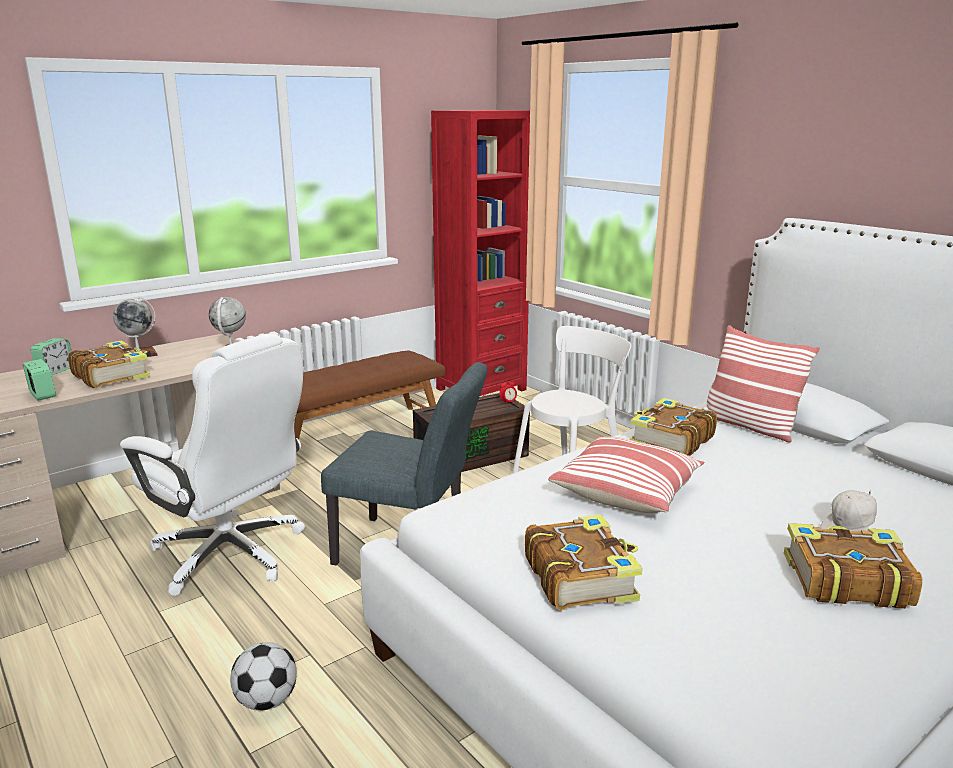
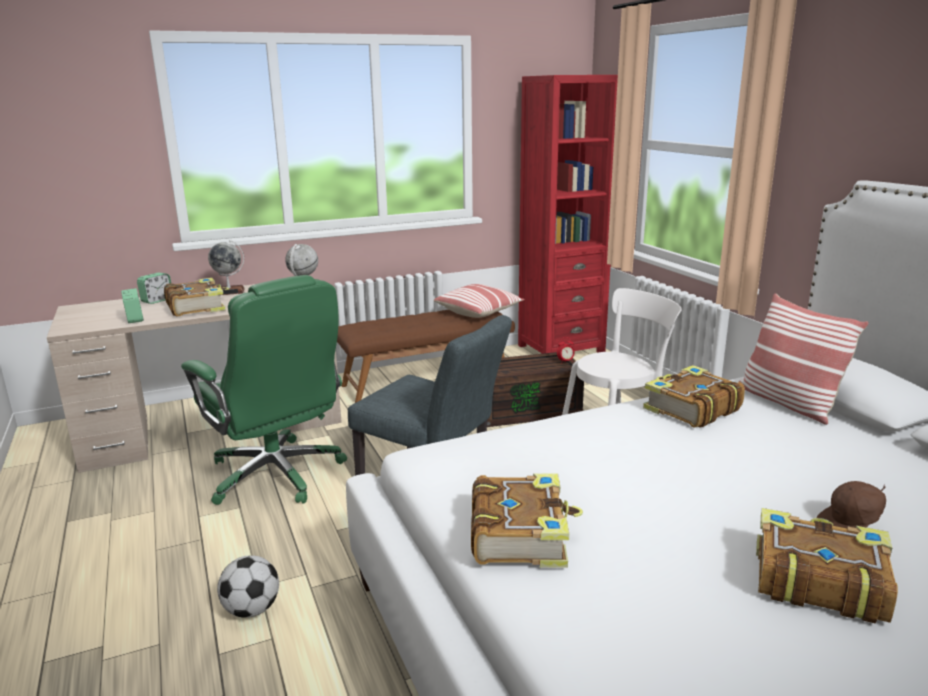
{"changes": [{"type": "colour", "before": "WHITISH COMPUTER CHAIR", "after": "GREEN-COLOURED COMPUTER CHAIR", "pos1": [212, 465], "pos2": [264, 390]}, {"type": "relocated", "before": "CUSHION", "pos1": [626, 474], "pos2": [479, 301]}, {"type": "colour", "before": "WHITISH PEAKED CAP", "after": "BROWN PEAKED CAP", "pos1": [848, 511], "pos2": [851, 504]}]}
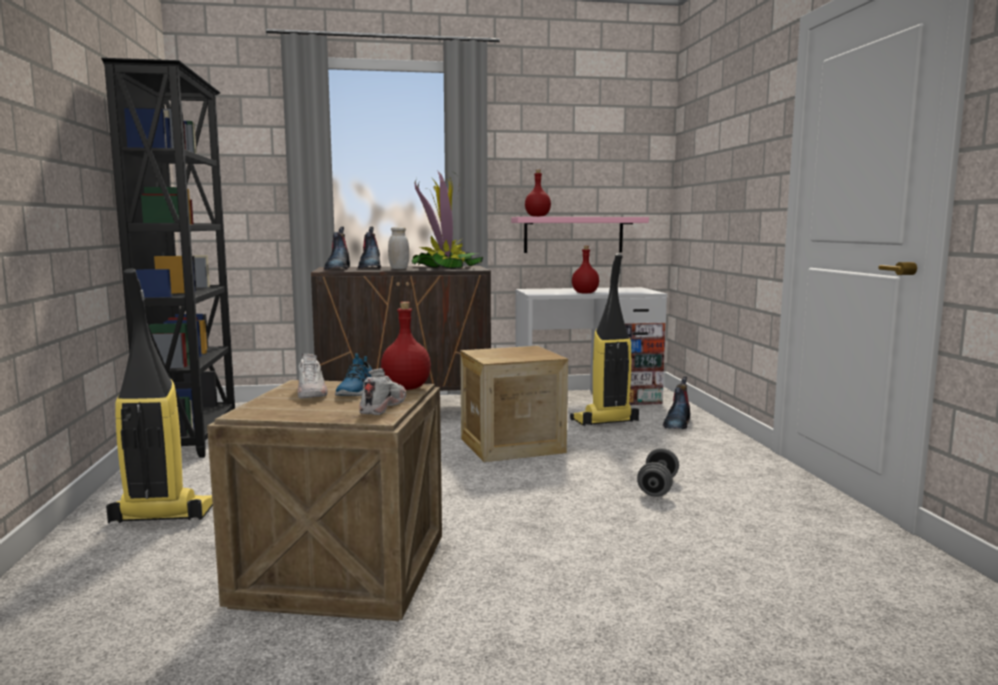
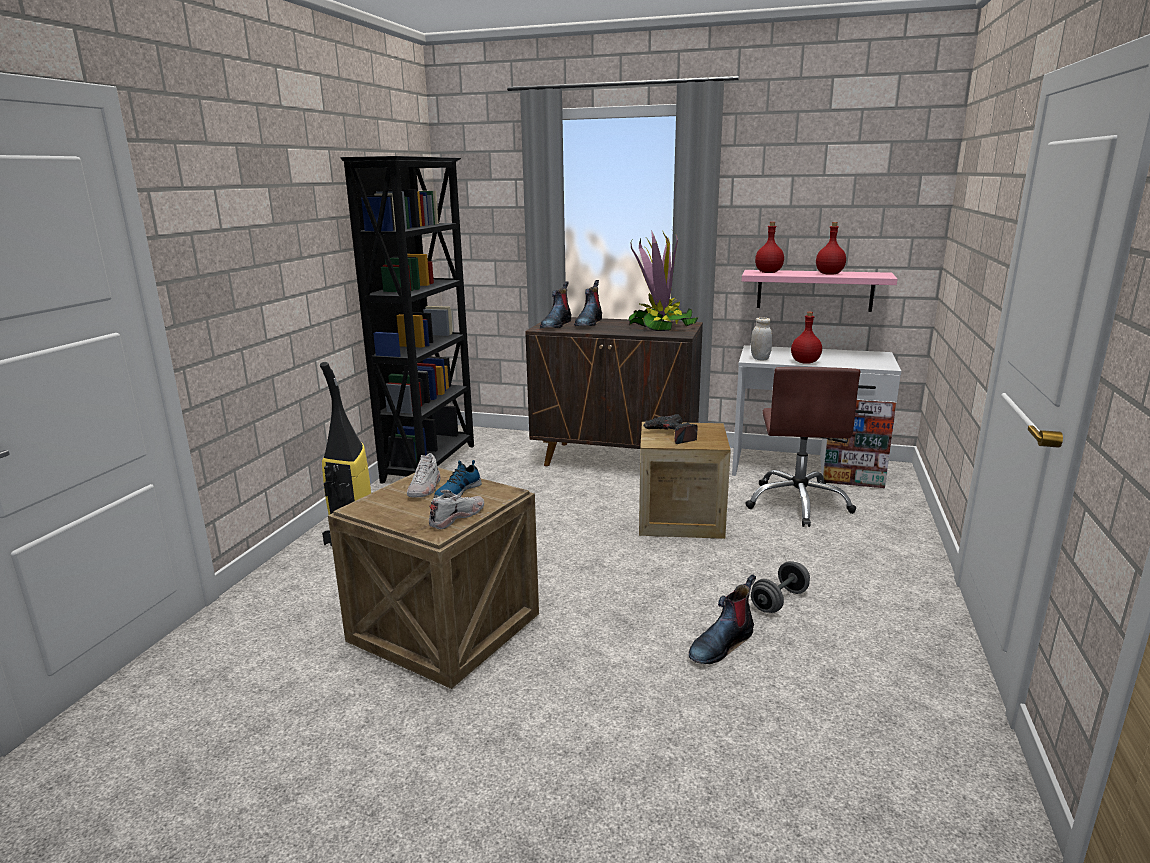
{"changes": [{"type": "relocated", "before": "WHITISH PRESERVE JAR", "pos1": [398, 248], "pos2": [761, 338]}, {"type": "exchanged", "before": "HOOVER", "after": "BROWN COMPUTER CHAIR", "pos1": [604, 339], "pos2": [802, 447]}, {"type": "relocated", "before": "REDDISH BEVERAGE BOTTLE", "pos1": [406, 346], "pos2": [831, 248]}, {"type": "relocated", "before": "BOOT", "pos1": [676, 403], "pos2": [722, 619]}, {"type": "appeared", "after": "POWER DRILL", "pos2": [670, 429]}]}
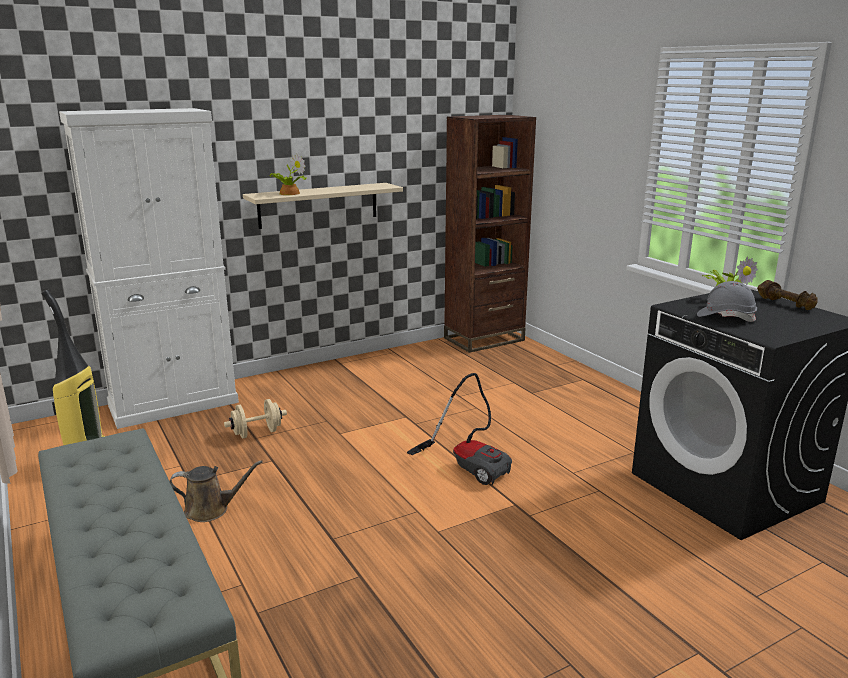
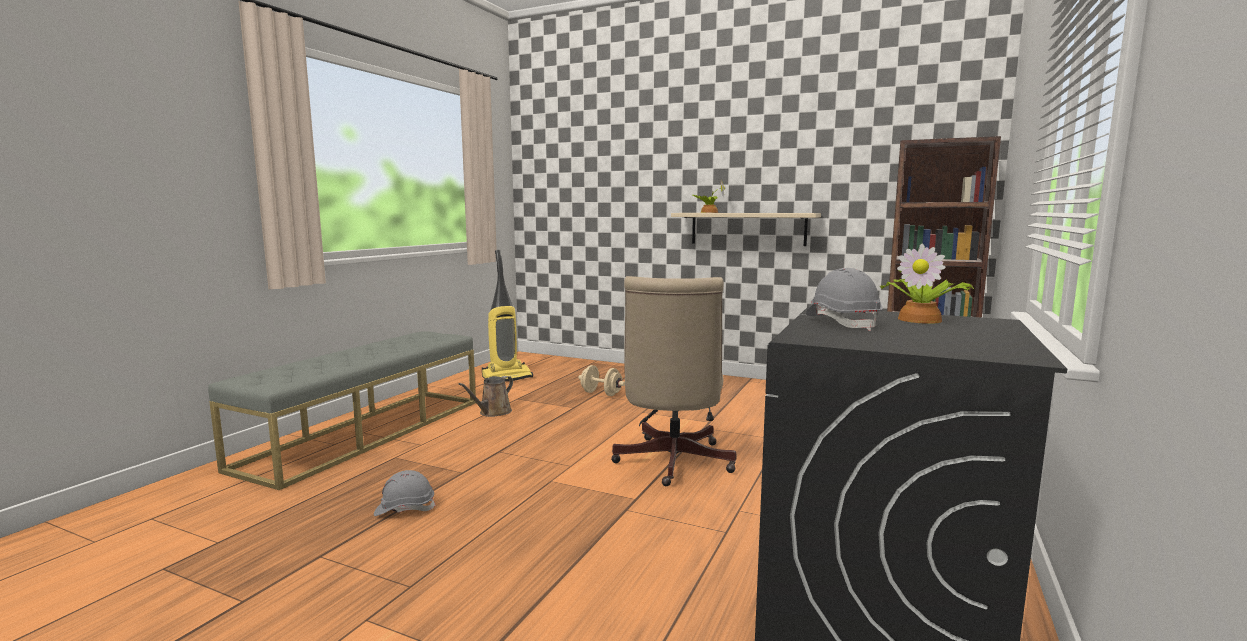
{"changes": [{"type": "missing", "before": "WHITISH CUPBOARD", "pos1": [149, 268]}, {"type": "missing", "before": "BROWN HAND WEIGHT", "pos1": [787, 295]}, {"type": "exchanged", "before": "HOOVER", "after": "BEIGE COMPUTER CHAIR", "pos1": [459, 429], "pos2": [673, 381]}, {"type": "spun", "before": "BROWN WATERING POT", "pos1": [216, 491], "pos2": [486, 396], "turn": 75}, {"type": "appeared", "after": "GREY HARD HAT", "pos2": [405, 493]}]}
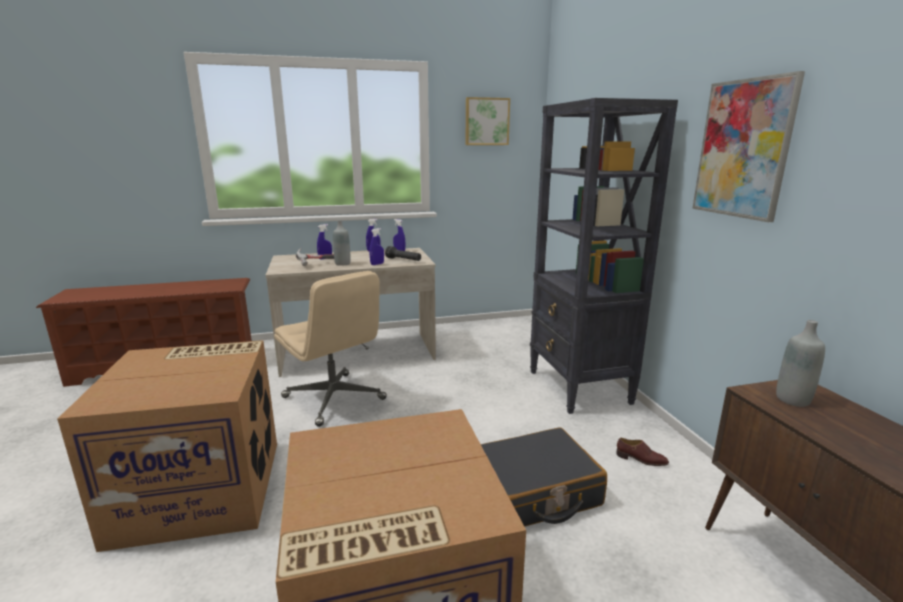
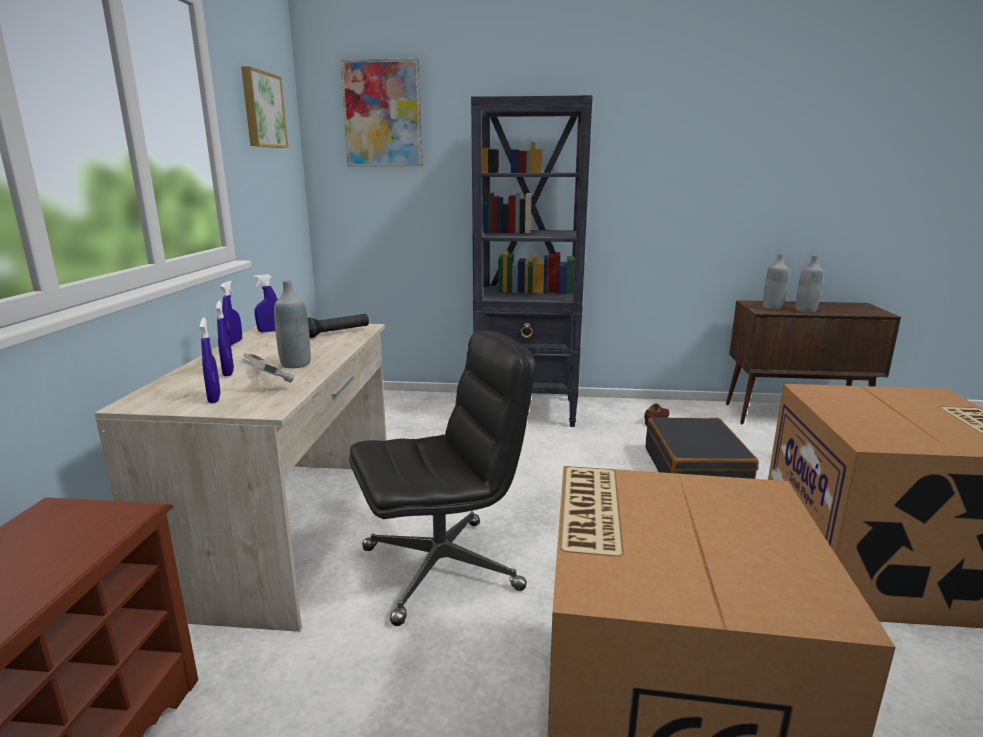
{"changes": [{"type": "relocated", "before": "PICTURE", "pos1": [748, 146], "pos2": [381, 112]}, {"type": "relocated", "before": "BLUE SPRAYER", "pos1": [376, 246], "pos2": [210, 360]}, {"type": "colour", "before": "BEIGE COMPUTER CHAIR", "after": "BLACK COMPUTER CHAIR", "pos1": [330, 349], "pos2": [442, 478]}, {"type": "appeared", "after": "GREY BEVERAGE BOTTLE", "pos2": [809, 284]}]}
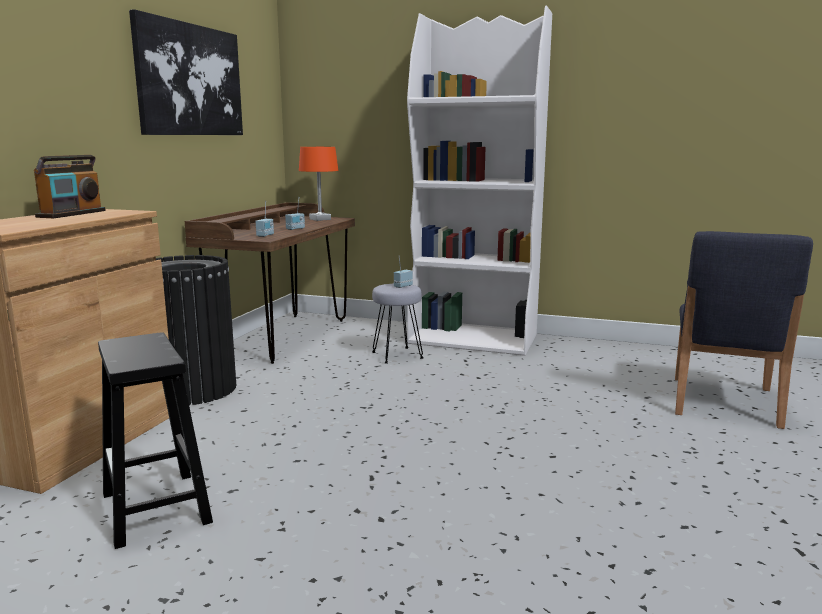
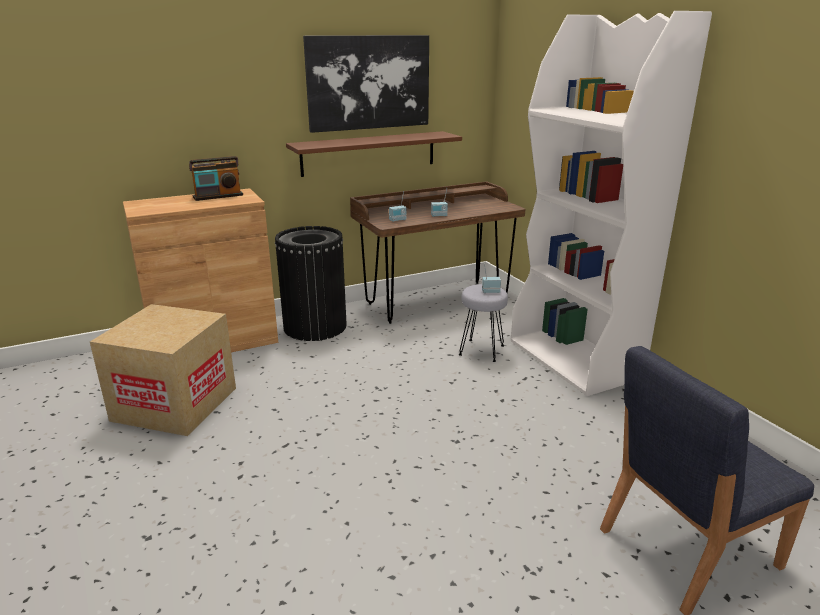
{"changes": [{"type": "missing", "before": "ORANGE LAMP FOR A TABLE", "pos1": [318, 184]}, {"type": "exchanged", "before": "BLACK SITTING STOOL", "after": "PACKING BOX", "pos1": [155, 440], "pos2": [163, 370]}, {"type": "appeared", "after": "BROWN BRACKET SHELF", "pos2": [374, 154]}]}
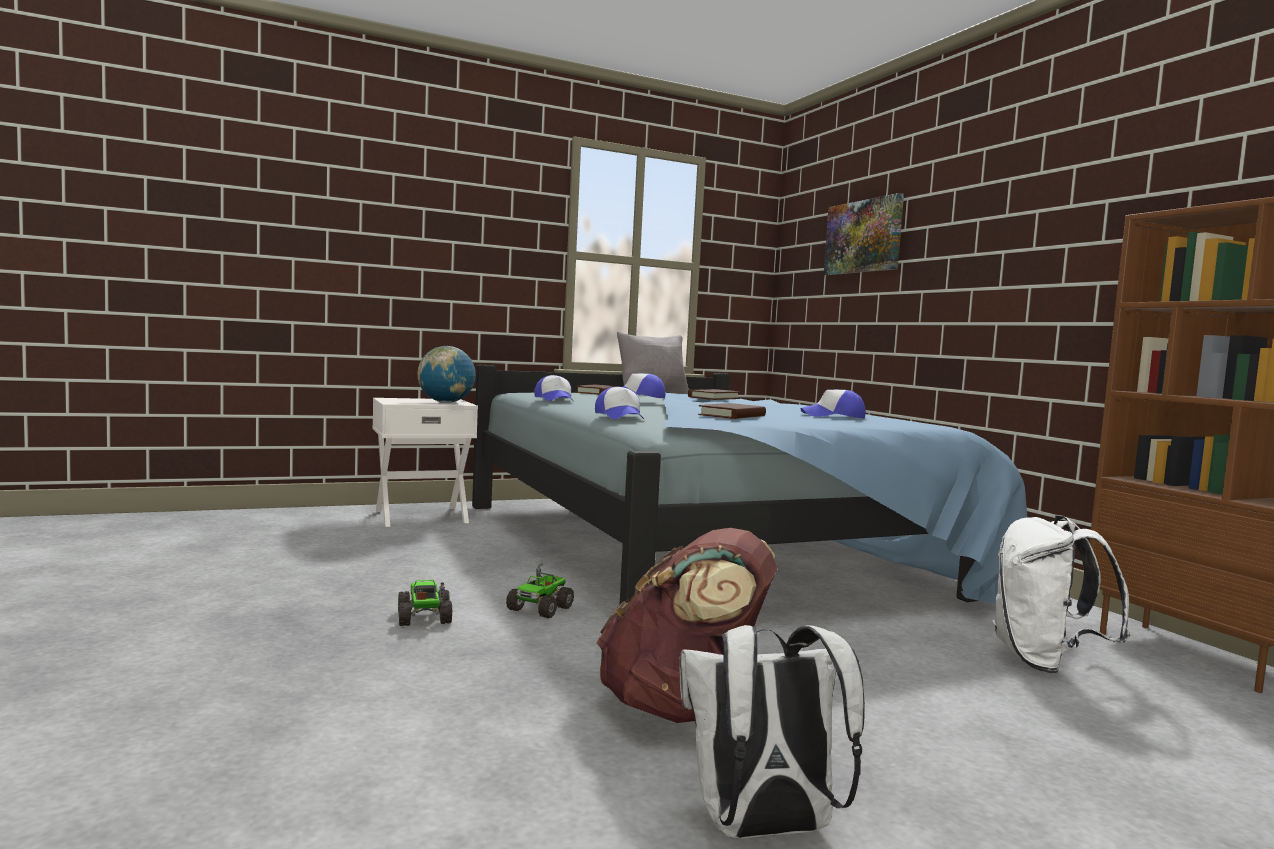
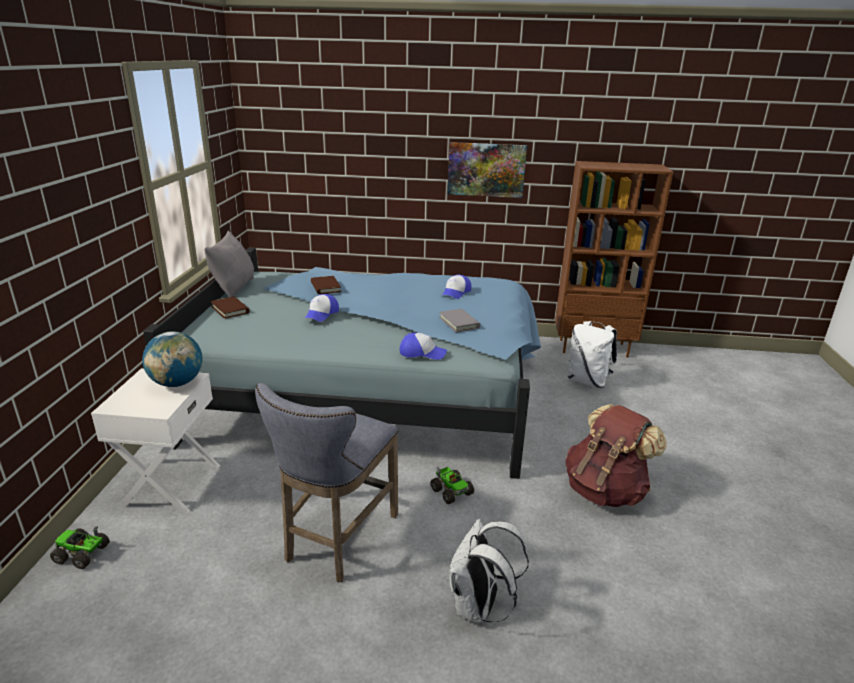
{"changes": [{"type": "relocated", "before": "PICTURE", "pos1": [864, 234], "pos2": [487, 170]}, {"type": "missing", "before": "PEAKED CAP", "pos1": [553, 388]}, {"type": "colour", "before": "BROWN BOUND BOOK", "after": "GREY BOUND BOOK", "pos1": [732, 411], "pos2": [459, 320]}, {"type": "relocated", "before": "TOY LORRY", "pos1": [425, 603], "pos2": [80, 547]}, {"type": "relocated", "before": "WHITISH KNAPSACK", "pos1": [772, 732], "pos2": [489, 571]}, {"type": "appeared", "after": "GREY SITTING STOOL", "pos2": [326, 482]}]}
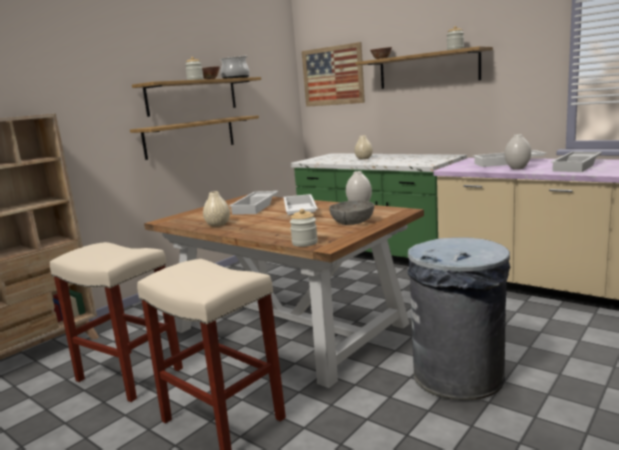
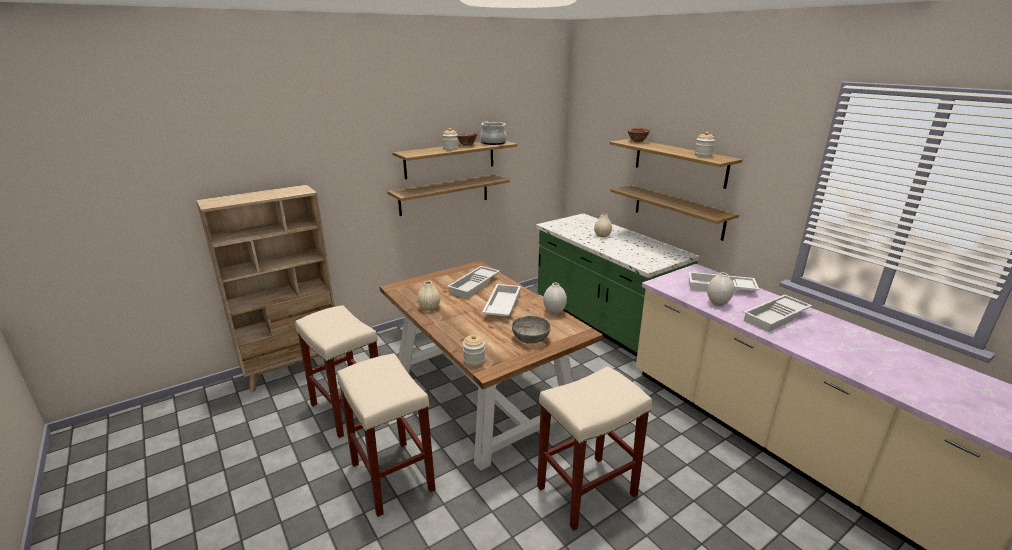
{"changes": [{"type": "missing", "before": "PICTURE", "pos1": [333, 74]}, {"type": "exchanged", "before": "GREY WASTE BIN", "after": "BEIGE SITTING STOOL", "pos1": [458, 319], "pos2": [594, 448]}, {"type": "appeared", "after": "BRACKET SHELF", "pos2": [674, 213]}]}
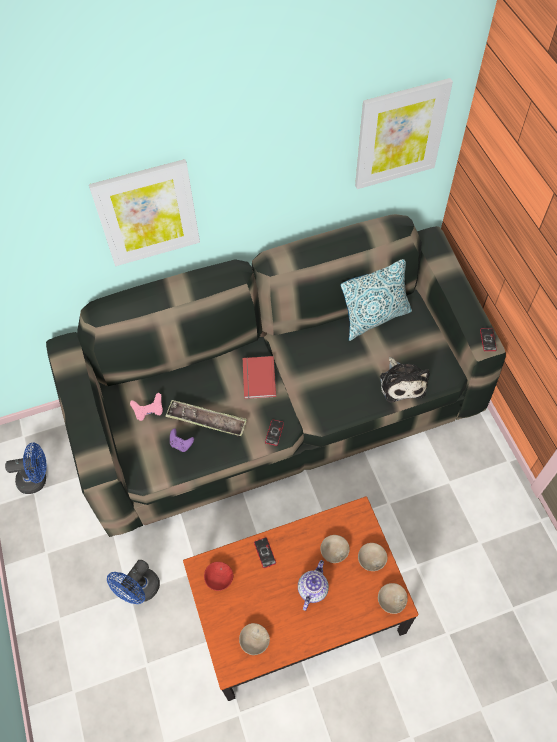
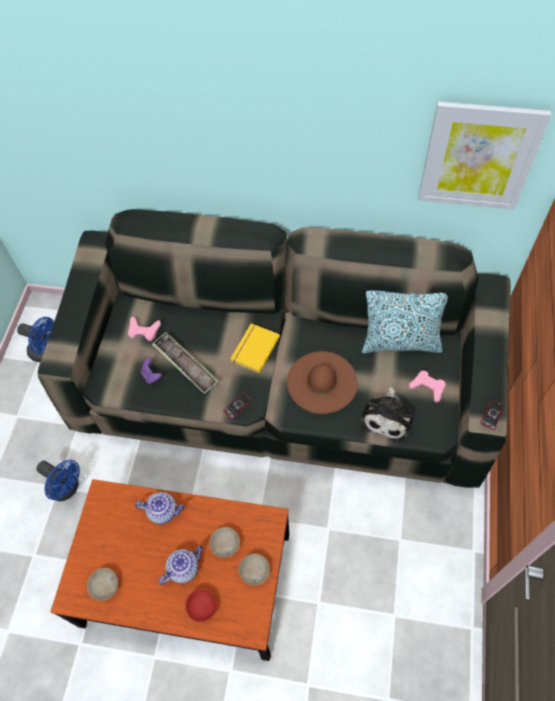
{"changes": [{"type": "missing", "before": "PICTURE", "pos1": [144, 212]}, {"type": "colour", "before": "REDDISH BOUND BOOK", "after": "YELLOW BOUND BOOK", "pos1": [259, 377], "pos2": [255, 348]}, {"type": "exchanged", "before": "TELEPHONE", "after": "TEAPOT", "pos1": [265, 552], "pos2": [160, 508]}, {"type": "spun", "before": "BLUE COOLING FAN", "pos1": [133, 582], "pos2": [58, 480], "turn": -120}, {"type": "relocated", "before": "REDDISH SERVING BOWL", "pos1": [218, 576], "pos2": [201, 605]}, {"type": "missing", "before": "BEIGE SERVING BOWL", "pos1": [393, 598]}, {"type": "appeared", "after": "BROWN HAT", "pos2": [322, 382]}, {"type": "appeared", "after": "PINK JOYPAD", "pos2": [427, 387]}]}
